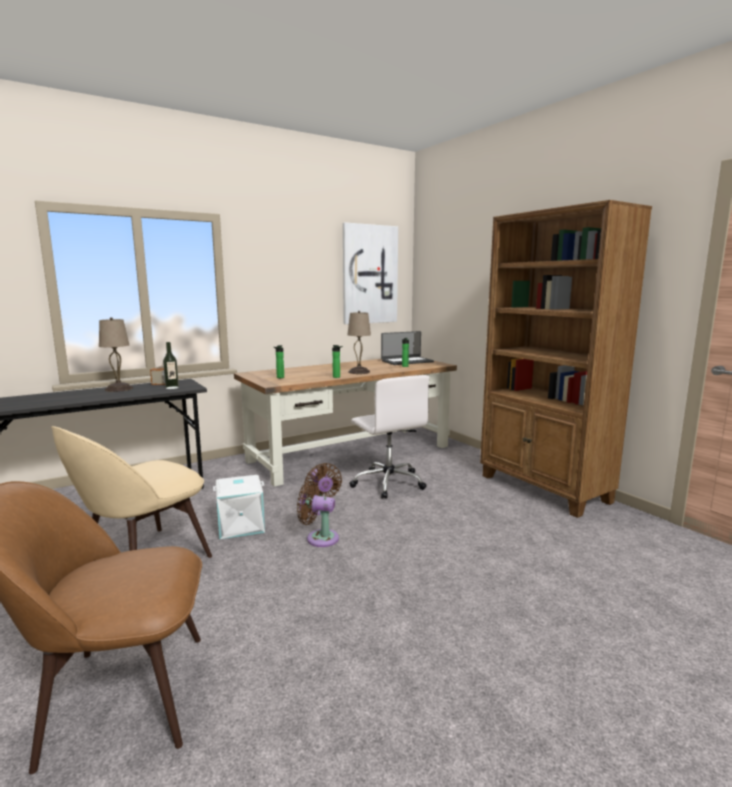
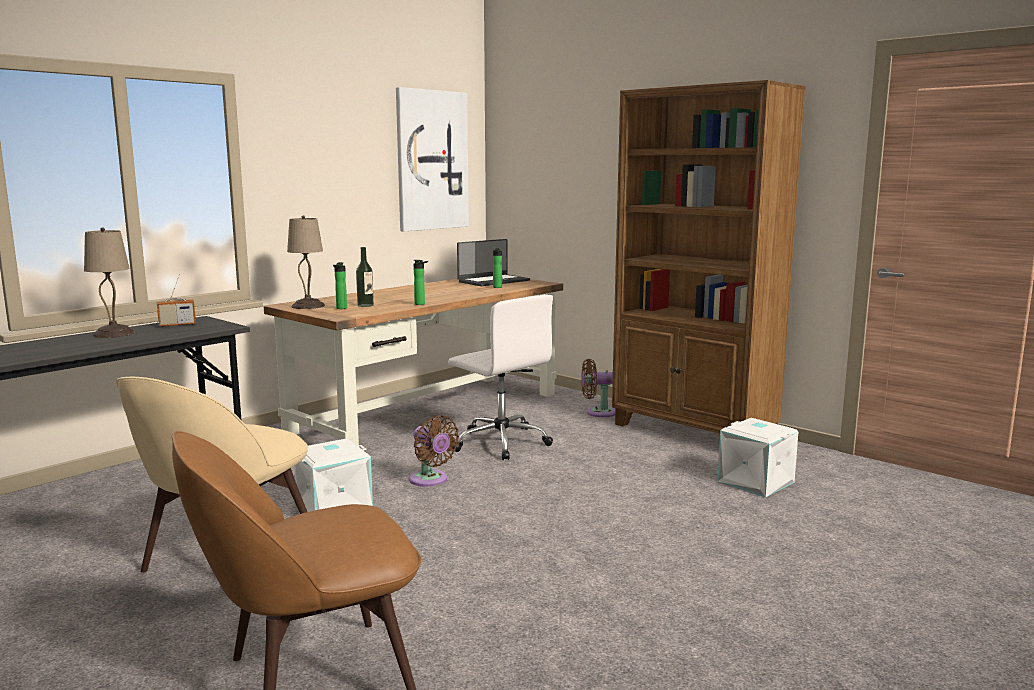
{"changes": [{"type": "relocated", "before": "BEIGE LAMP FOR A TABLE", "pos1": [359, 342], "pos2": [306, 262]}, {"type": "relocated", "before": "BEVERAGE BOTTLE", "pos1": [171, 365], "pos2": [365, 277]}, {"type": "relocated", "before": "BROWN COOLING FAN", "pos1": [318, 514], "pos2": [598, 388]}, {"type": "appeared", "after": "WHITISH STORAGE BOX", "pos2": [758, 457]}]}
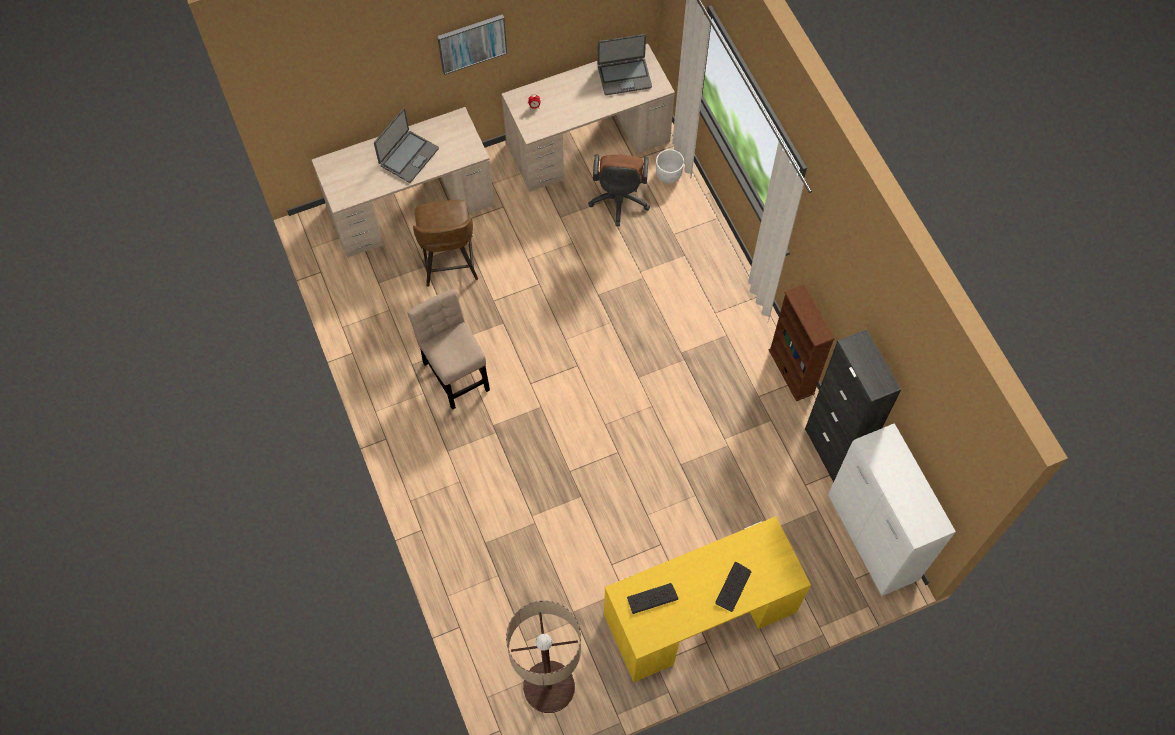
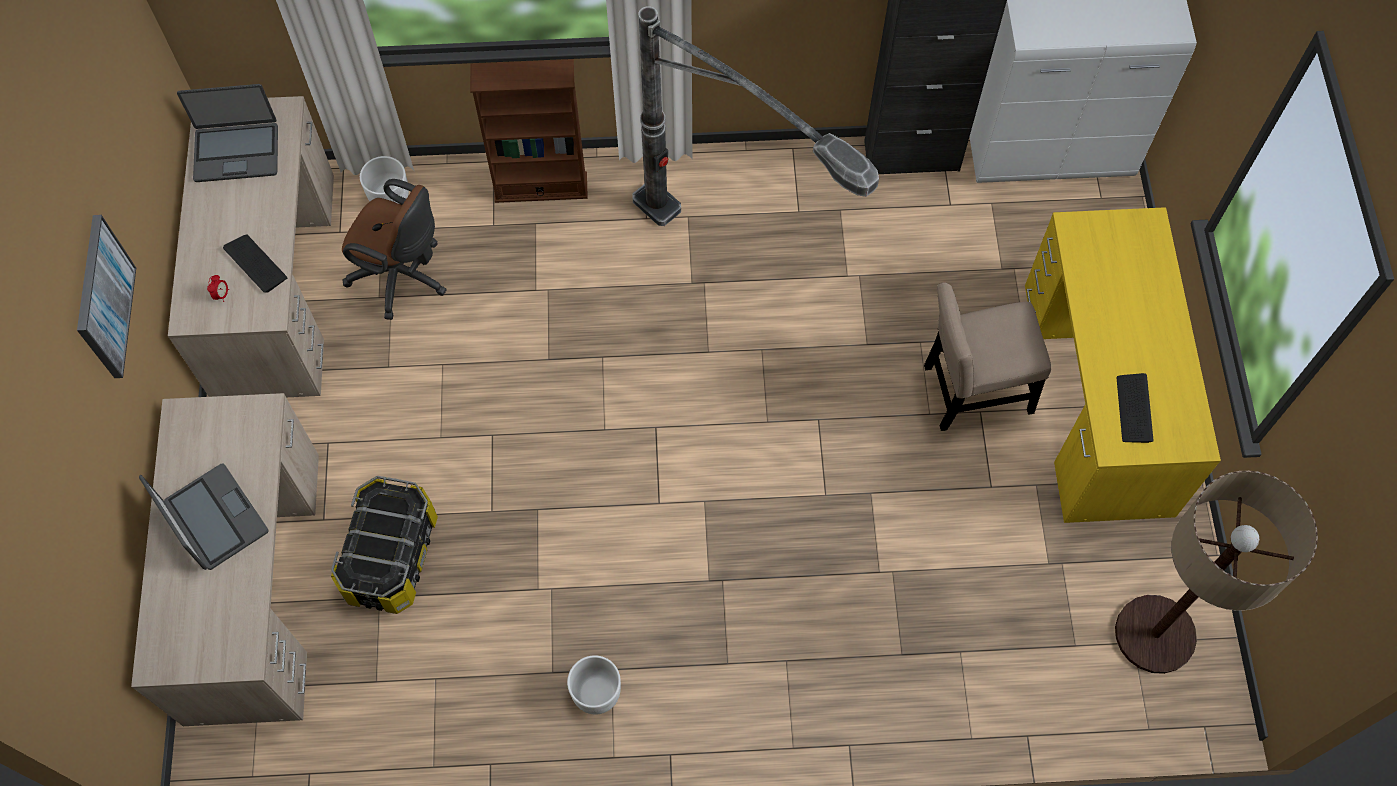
{"changes": [{"type": "spun", "before": "PORTABLE COMPUTER", "pos1": [625, 64], "pos2": [227, 133], "turn": 75}, {"type": "exchanged", "before": "BROWN SITTING STOOL", "after": "STORAGE BOX", "pos1": [445, 243], "pos2": [384, 545]}, {"type": "relocated", "before": "BROWN BOOKSHELF", "pos1": [802, 342], "pos2": [529, 131]}, {"type": "relocated", "before": "BEIGE PLAIN CHAIR", "pos1": [449, 349], "pos2": [987, 356]}, {"type": "relocated", "before": "PC KEYBOARD", "pos1": [733, 587], "pos2": [255, 263]}, {"type": "appeared", "after": "FLOOR LAMP", "pos2": [755, 116]}, {"type": "appeared", "after": "WHITISH PLANTER", "pos2": [594, 685]}]}
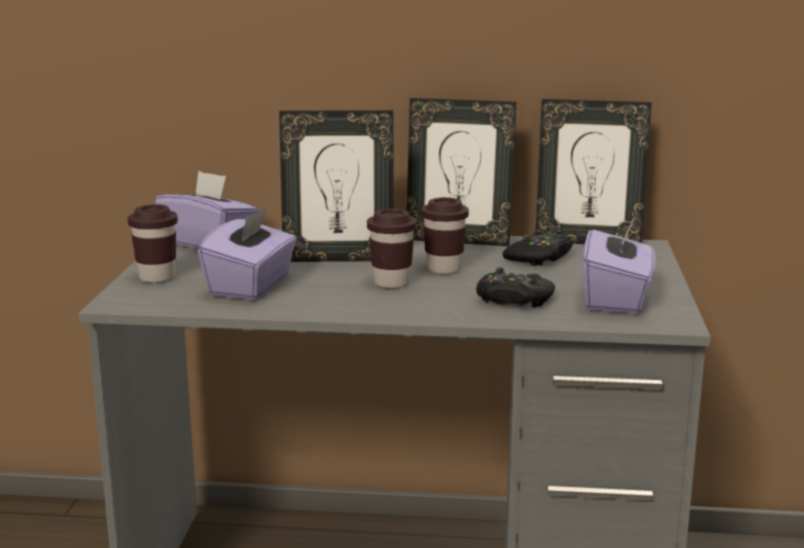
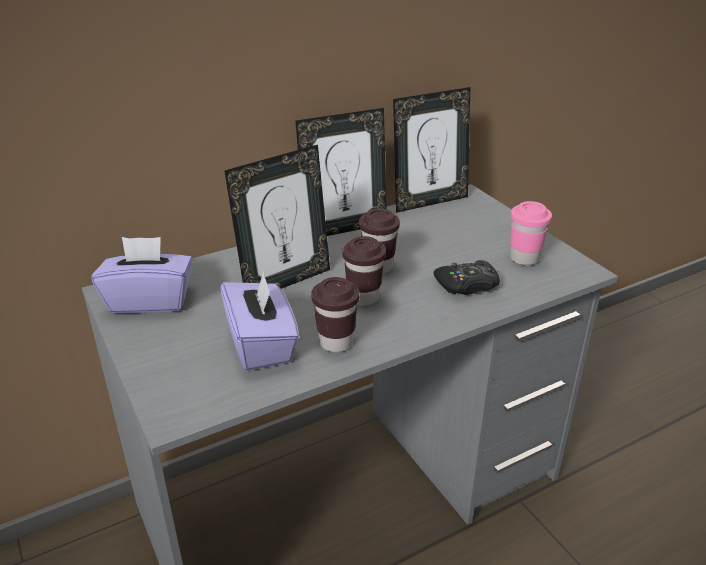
{"changes": [{"type": "relocated", "before": "BROWN CUP", "pos1": [153, 243], "pos2": [335, 314]}, {"type": "exchanged", "before": "PURPLISH TISSUE HOLDER", "after": "PINK CUP", "pos1": [619, 265], "pos2": [531, 233]}, {"type": "missing", "before": "BLACK JOYPAD", "pos1": [538, 247]}]}
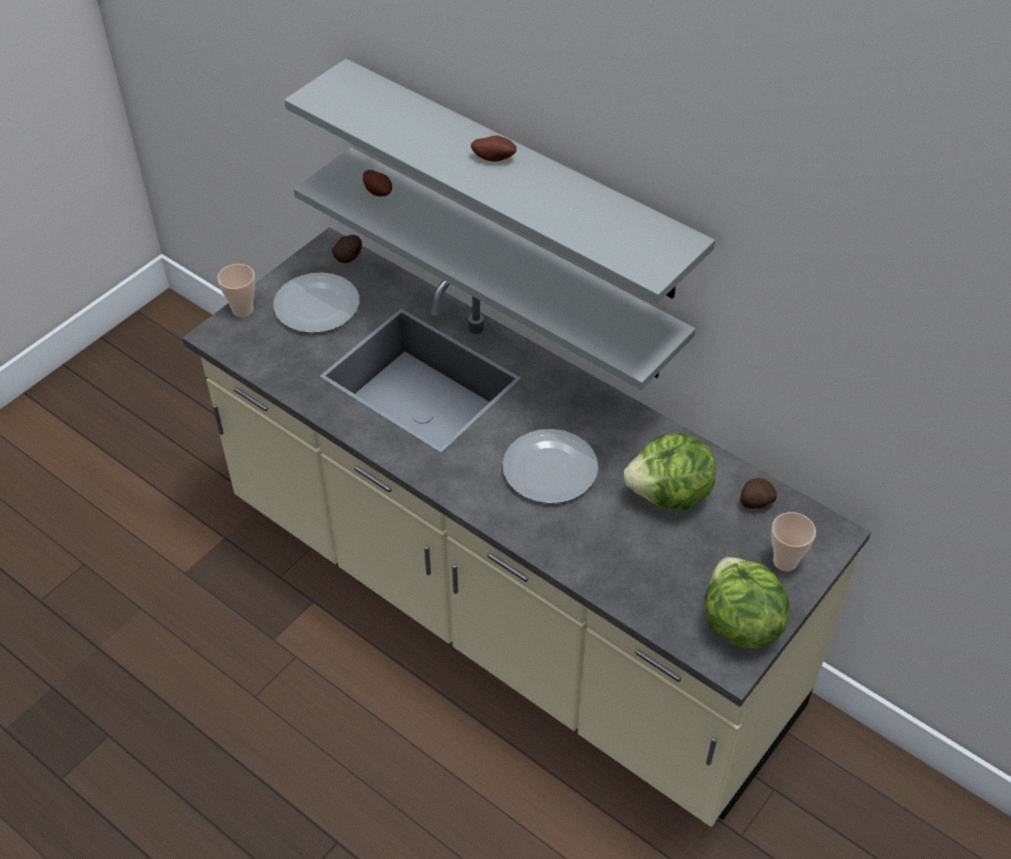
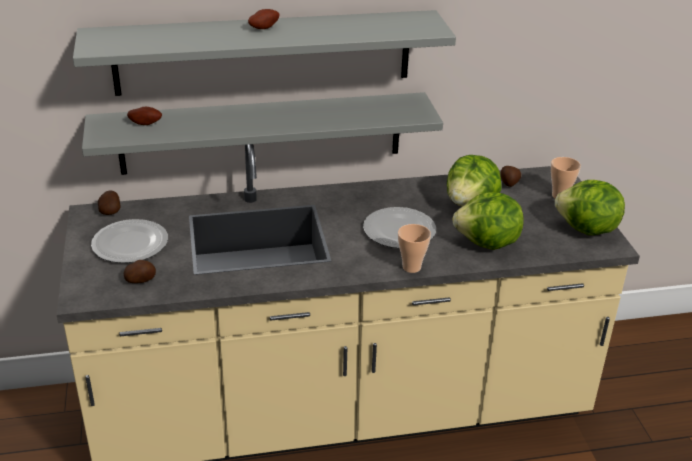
{"changes": [{"type": "relocated", "before": "CUP", "pos1": [236, 290], "pos2": [414, 248]}, {"type": "appeared", "after": "LETTUCE", "pos2": [488, 221]}, {"type": "appeared", "after": "SPUD", "pos2": [140, 271]}]}
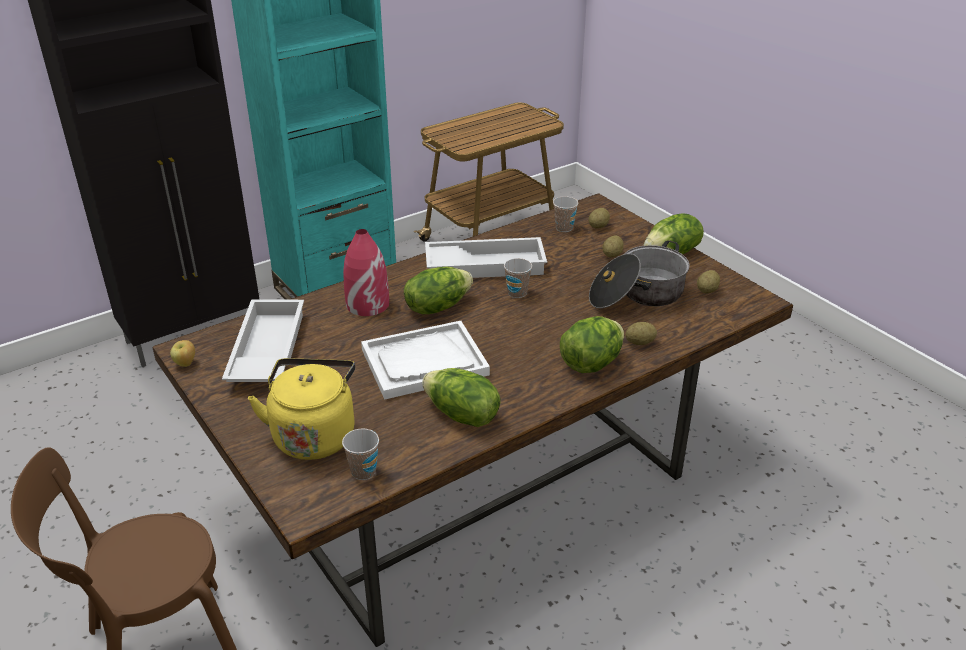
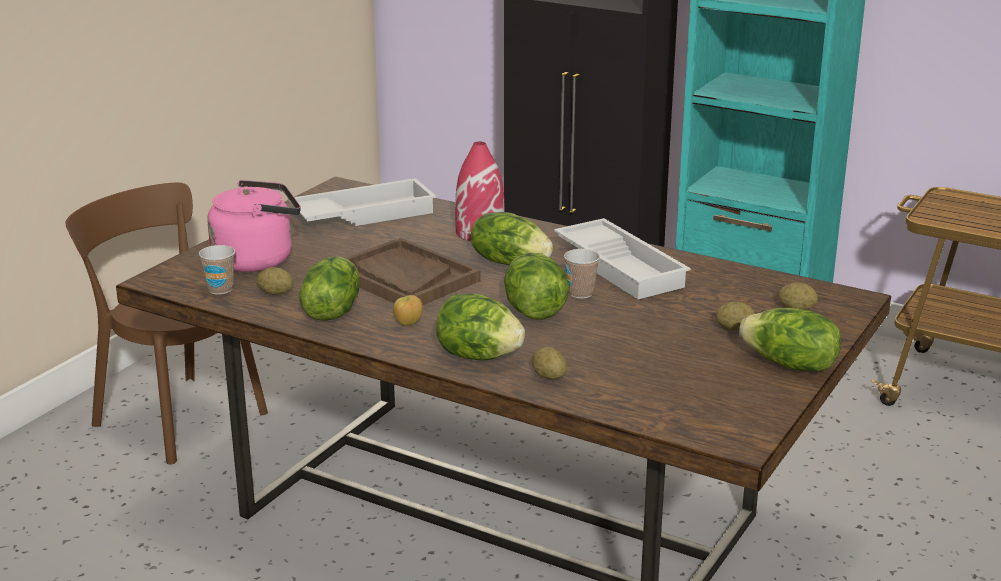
{"changes": [{"type": "missing", "before": "CUP", "pos1": [565, 214]}, {"type": "missing", "before": "COOKING POT", "pos1": [639, 274]}, {"type": "relocated", "before": "SPUD", "pos1": [708, 281], "pos2": [275, 281]}, {"type": "colour", "before": "WHITISH TRAY", "after": "BROWN TRAY", "pos1": [425, 360], "pos2": [413, 271]}, {"type": "relocated", "before": "APPLE FRUIT", "pos1": [182, 353], "pos2": [408, 310]}, {"type": "colour", "before": "YELLOW WATER KETTLE", "after": "PINK WATER KETTLE", "pos1": [301, 409], "pos2": [254, 226]}, {"type": "appeared", "after": "LETTUCE", "pos2": [536, 286]}]}
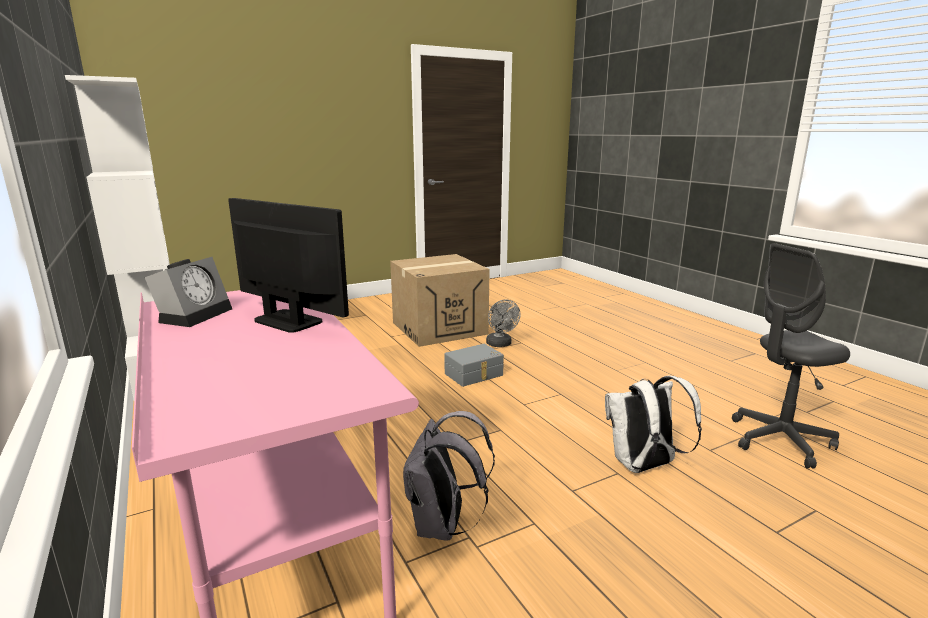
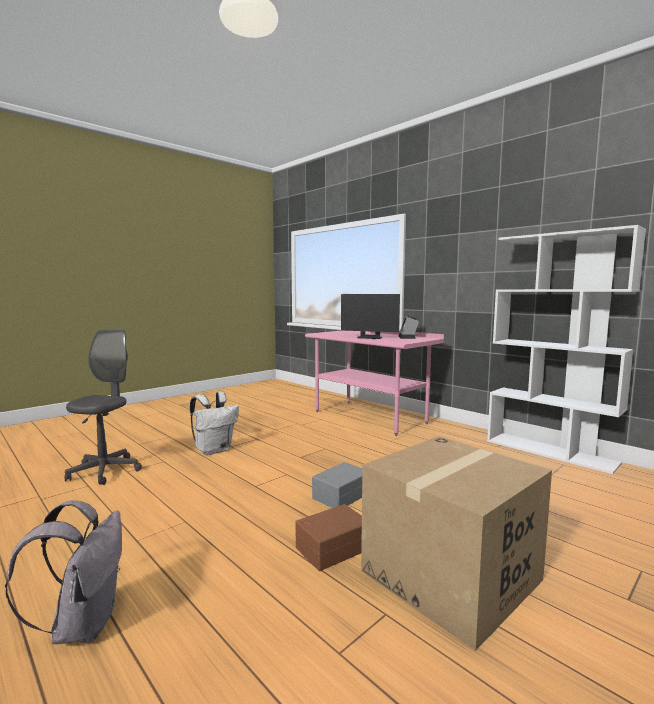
{"changes": [{"type": "spun", "before": "GREY COMPUTER CHAIR", "pos1": [791, 355], "pos2": [103, 407], "turn": -45}, {"type": "exchanged", "before": "GREY COOLING FAN", "after": "BROWN STORAGE BOX", "pos1": [503, 323], "pos2": [328, 537]}, {"type": "relocated", "before": "GREY KNAPSACK", "pos1": [449, 476], "pos2": [63, 572]}]}
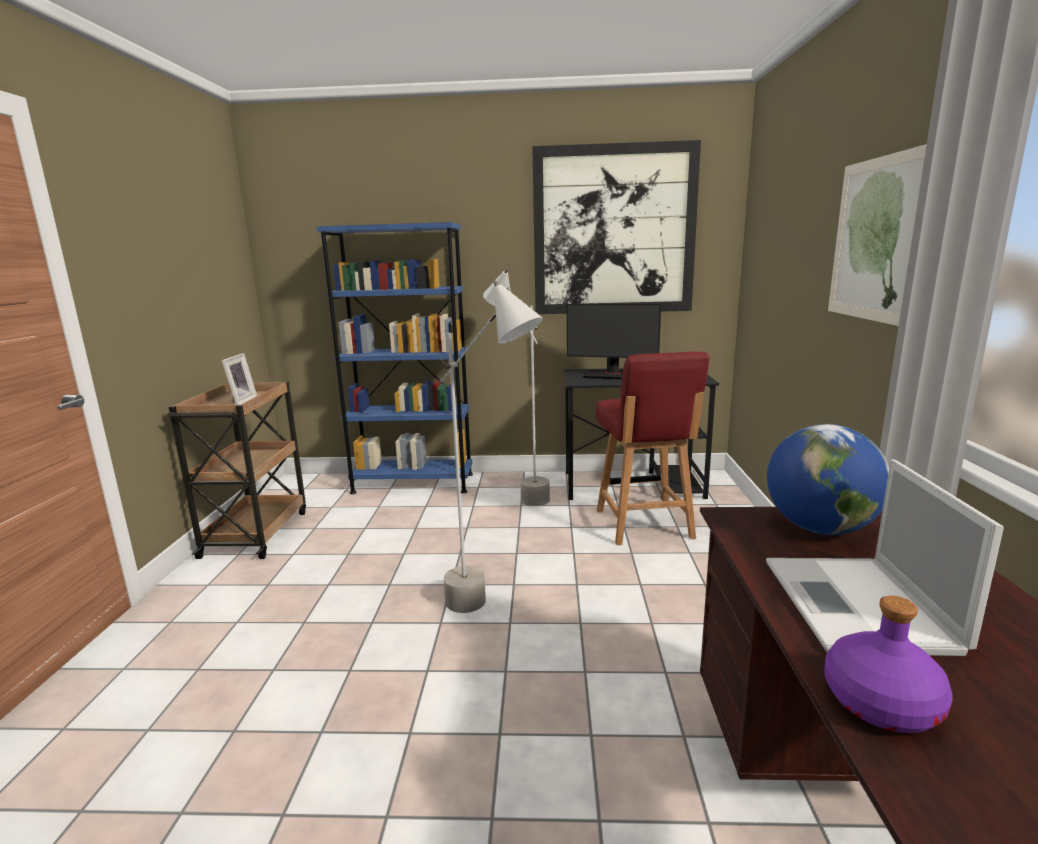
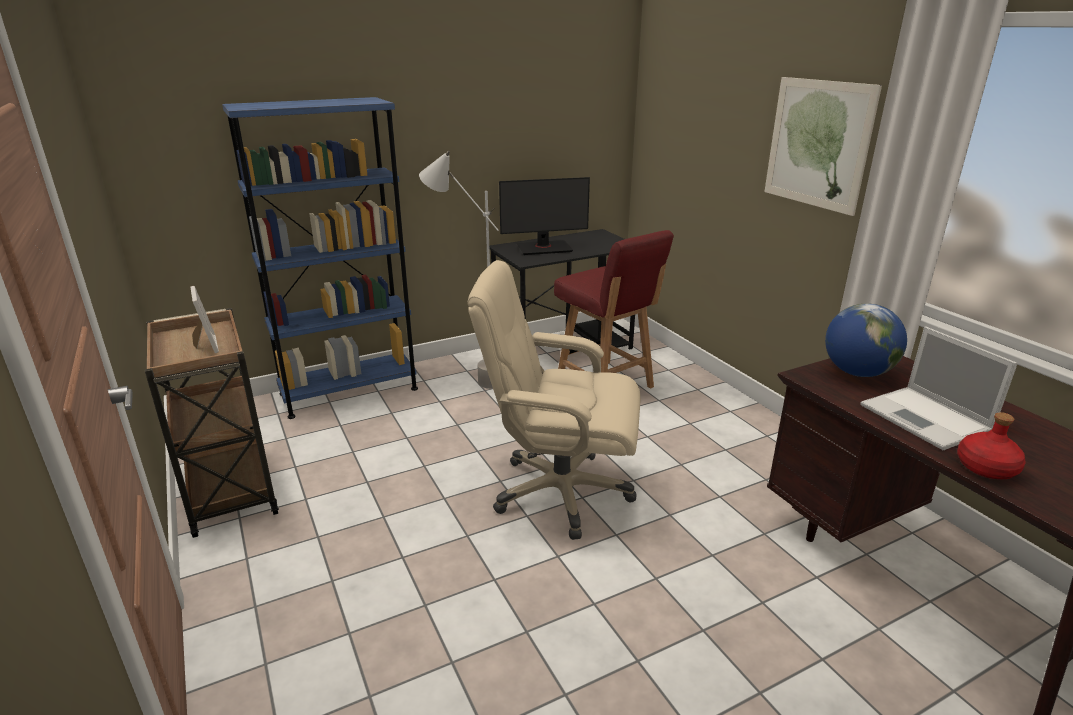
{"changes": [{"type": "missing", "before": "PICTURE", "pos1": [616, 227]}, {"type": "exchanged", "before": "GREY FLOOR LAMP", "after": "BEIGE COMPUTER CHAIR", "pos1": [491, 446], "pos2": [553, 400]}, {"type": "colour", "before": "PURPLISH BEVERAGE BOTTLE", "after": "REDDISH BEVERAGE BOTTLE", "pos1": [888, 664], "pos2": [991, 445]}]}
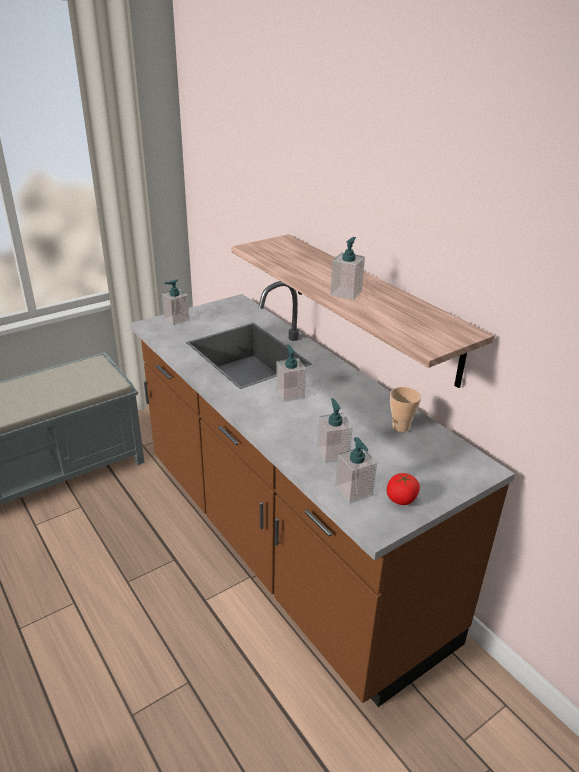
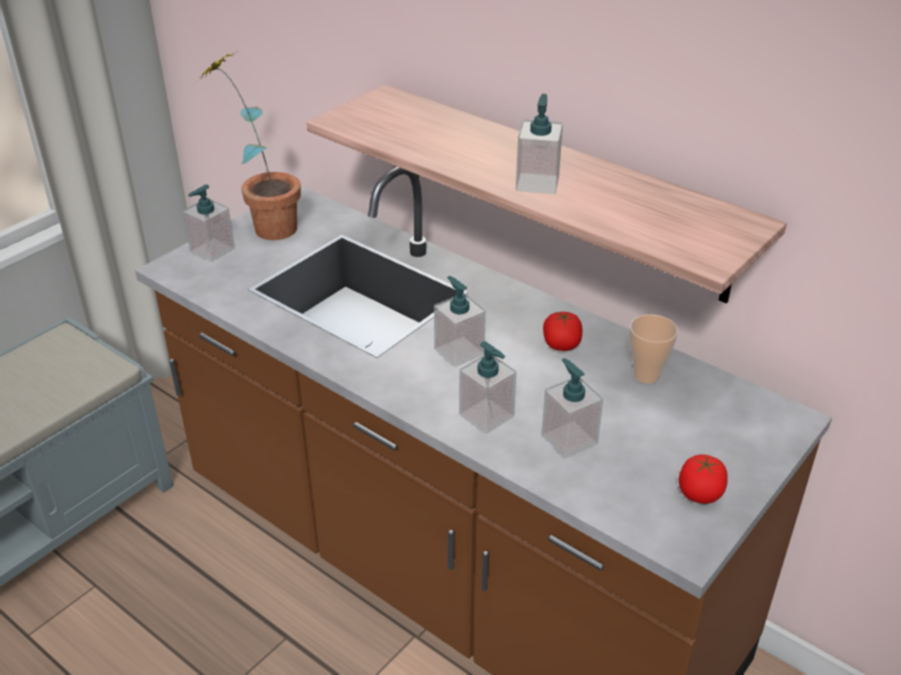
{"changes": [{"type": "relocated", "before": "SOAP DISPENSER", "pos1": [356, 470], "pos2": [487, 387]}, {"type": "appeared", "after": "POTTED PLANT", "pos2": [249, 146]}, {"type": "appeared", "after": "FRESH TOMATO", "pos2": [563, 331]}]}
